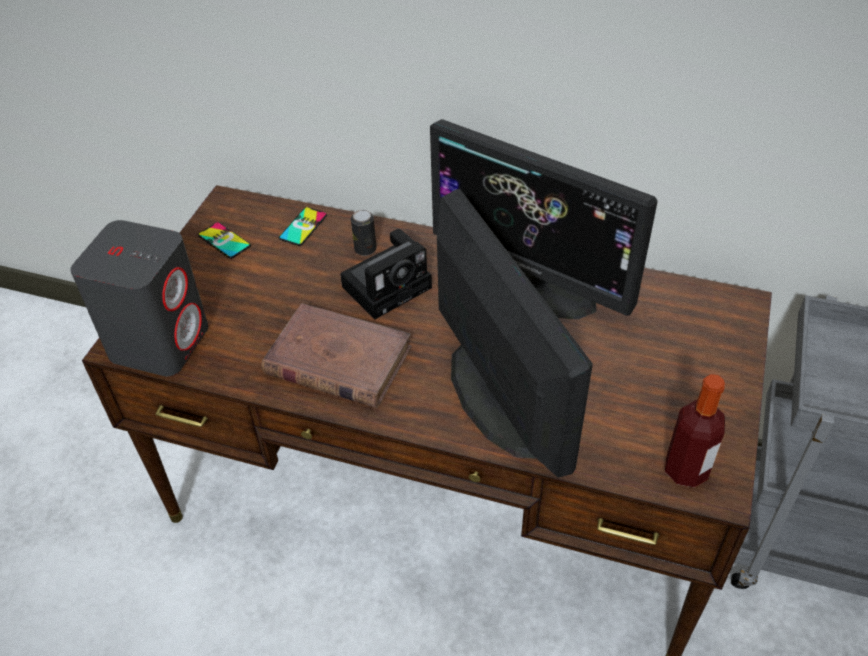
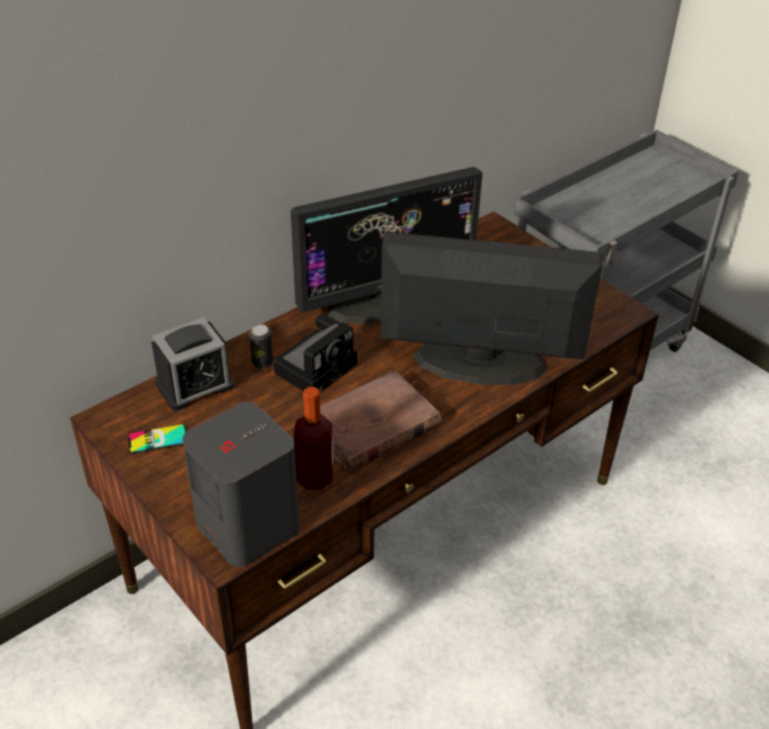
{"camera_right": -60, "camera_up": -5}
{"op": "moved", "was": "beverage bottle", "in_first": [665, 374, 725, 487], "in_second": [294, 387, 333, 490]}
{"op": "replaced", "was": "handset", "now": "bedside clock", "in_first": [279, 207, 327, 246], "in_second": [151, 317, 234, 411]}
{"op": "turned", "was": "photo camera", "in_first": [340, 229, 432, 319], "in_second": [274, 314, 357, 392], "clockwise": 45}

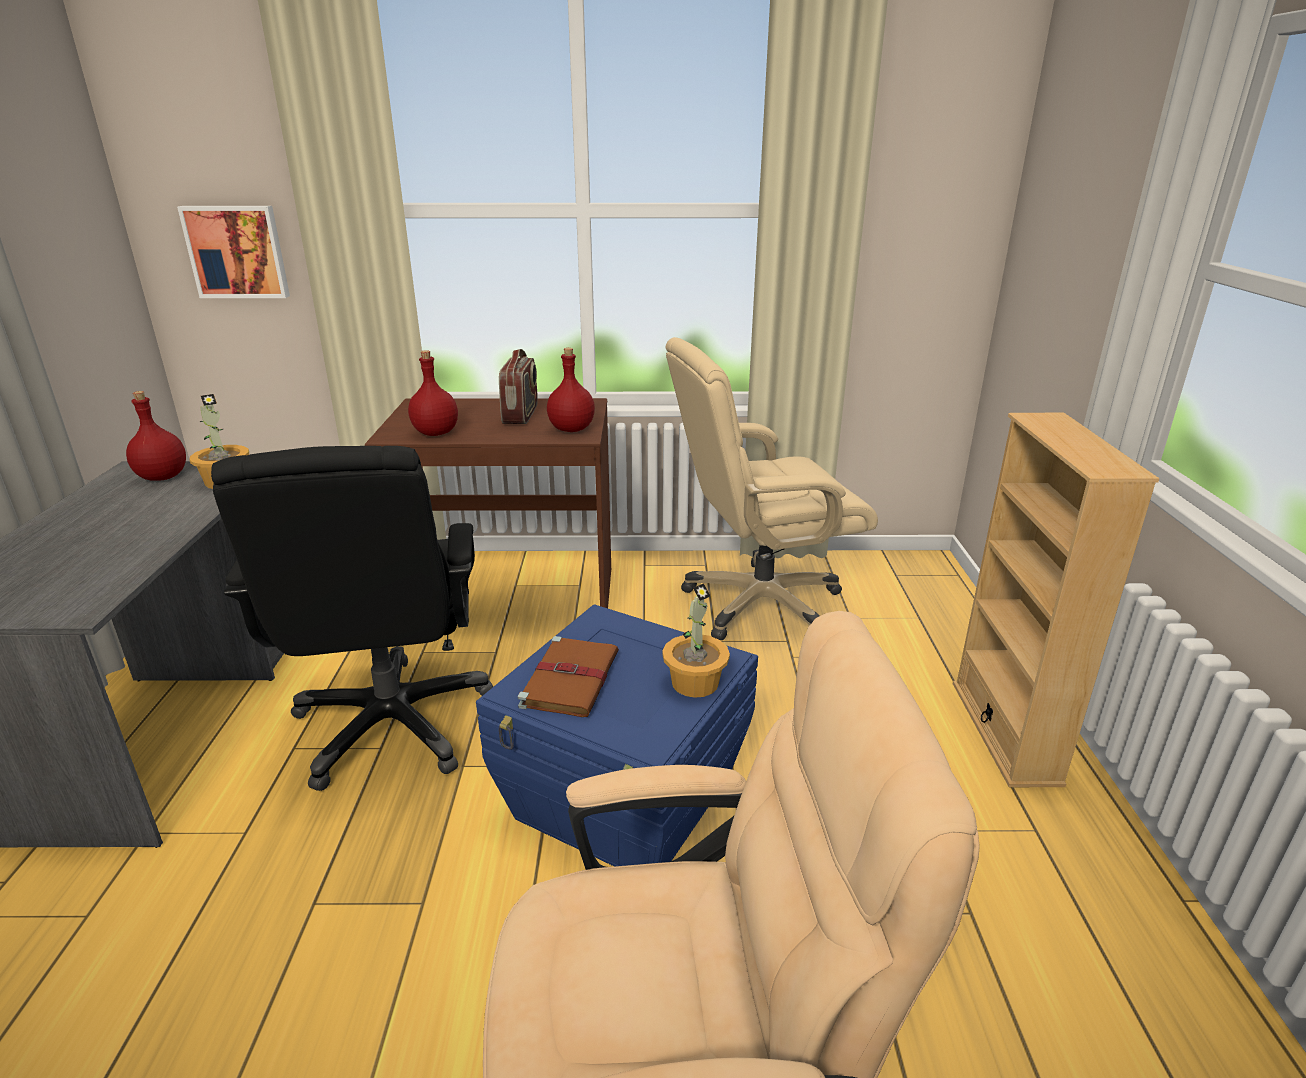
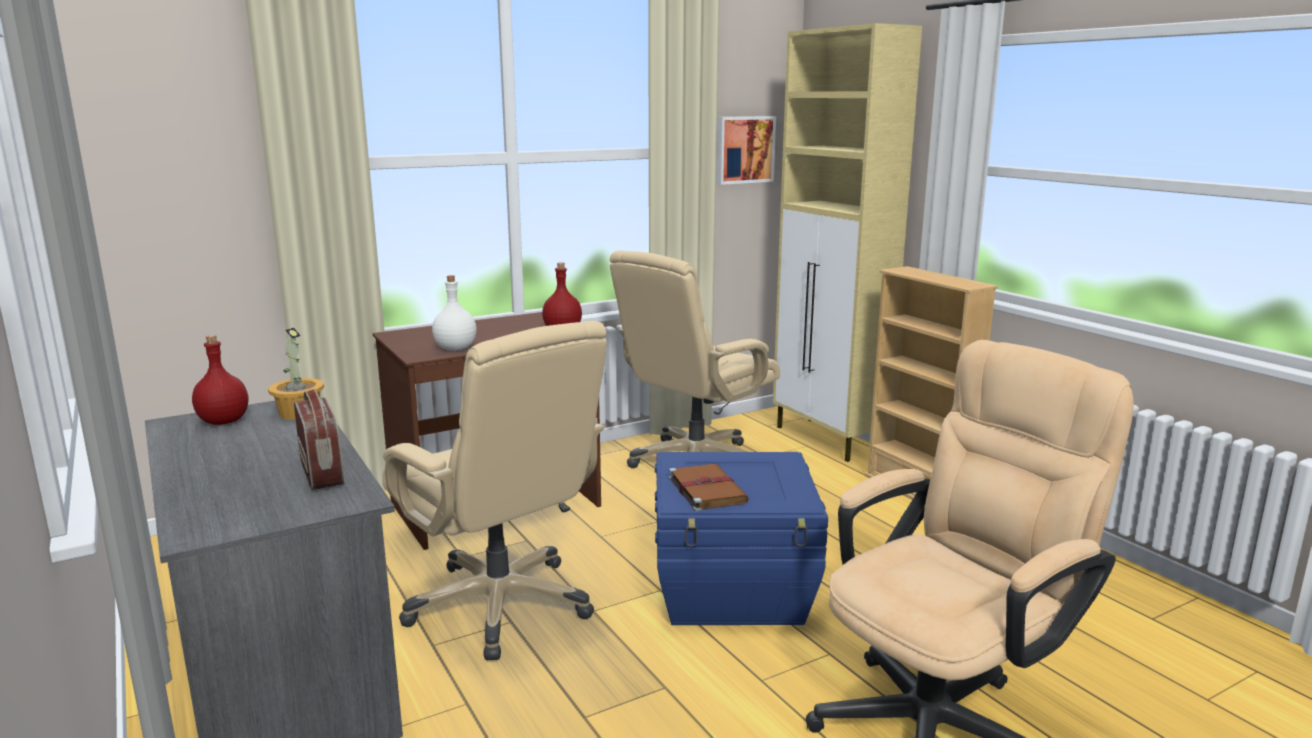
{"camera_right": -30, "camera_up": -10}
{"op": "removed", "was": "potted plant", "in_first": [662, 583, 730, 698]}
{"op": "added", "now": "beige-coloured cabinet", "in_second": [773, 23, 922, 462]}
{"op": "moved", "was": "wall picture", "in_first": [177, 206, 290, 298], "in_second": [716, 116, 776, 185]}
{"op": "moved", "was": "radio set", "in_first": [499, 349, 538, 424], "in_second": [294, 389, 344, 490]}
{"op": "recoloured", "was": "black computer chair", "now": "beige-coloured computer chair", "in_first": [211, 446, 493, 791], "in_second": [382, 321, 607, 660]}
{"op": "recoloured", "was": "red-coloured beverage bottle", "now": "white beverage bottle", "in_first": [408, 350, 458, 436], "in_second": [432, 275, 477, 350]}

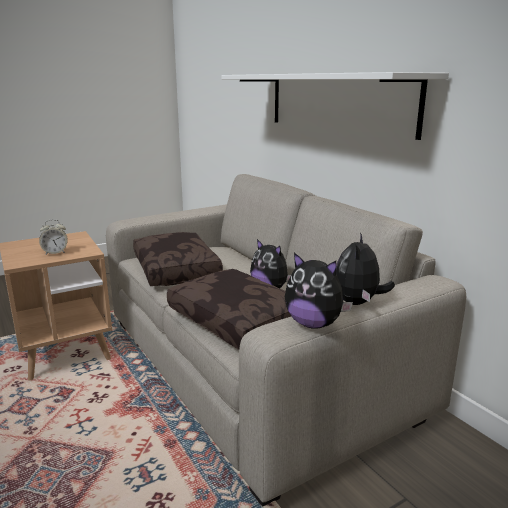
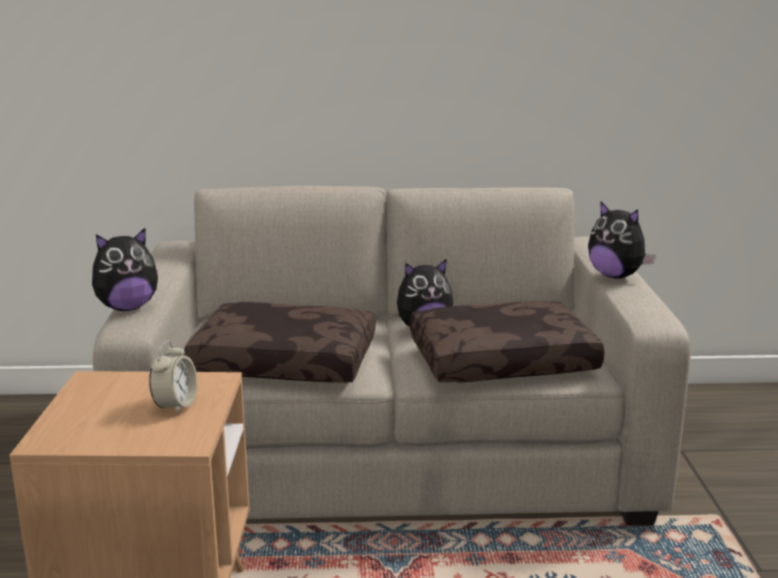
{"camera_right": -60, "camera_up": 0}
{"op": "removed", "was": "white bracket shelf", "in_first": [222, 72, 449, 140]}
{"op": "moved", "was": "cuddly toy", "in_first": [285, 253, 353, 329], "in_second": [92, 228, 158, 311]}

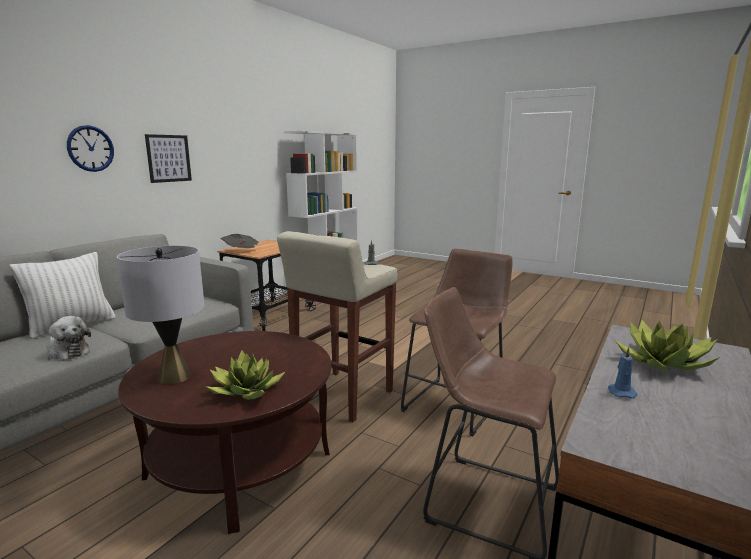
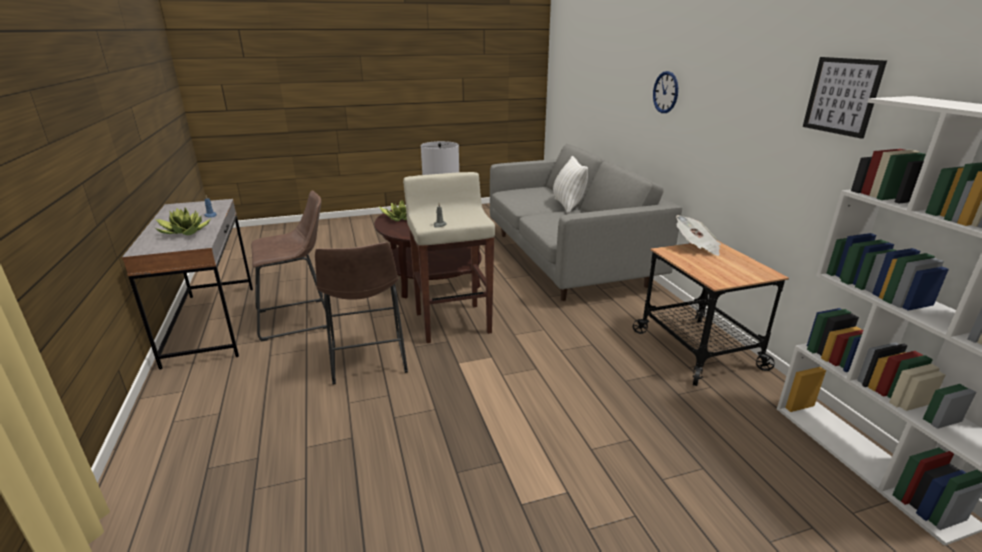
{"camera_right": 130, "camera_up": 10}
{"op": "removed", "was": "cuddly toy", "in_first": [47, 316, 91, 360]}
{"op": "moved", "was": "wall picture", "in_first": [145, 134, 192, 183], "in_second": [803, 57, 887, 139]}

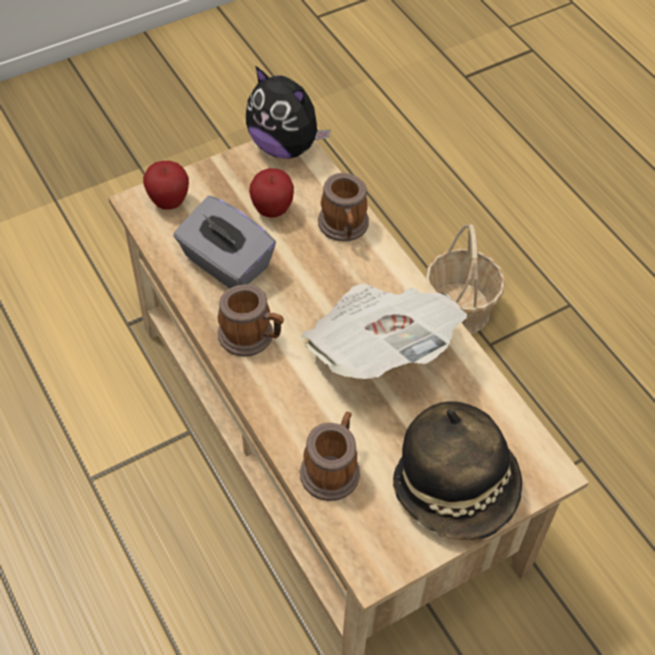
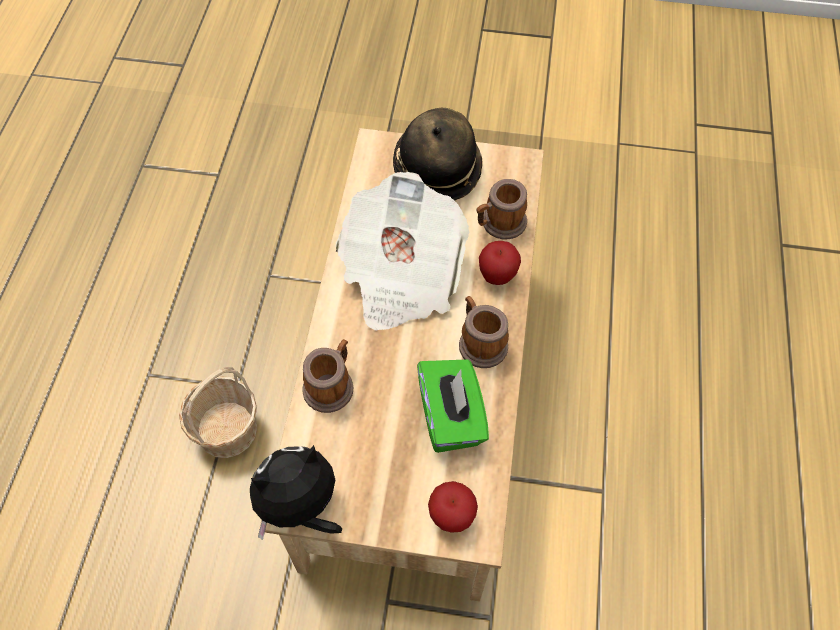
{"camera_right": -140, "camera_up": 5}
{"op": "moved", "was": "whole apple", "in_first": [249, 168, 294, 218], "in_second": [479, 241, 521, 285]}
{"op": "recoloured", "was": "gray tissue box", "now": "greenish tissue box", "in_first": [173, 196, 276, 288], "in_second": [417, 359, 489, 453]}
{"op": "turned", "was": "cuddly toy", "in_first": [246, 66, 331, 159], "in_second": [250, 445, 342, 540], "clockwise": -105}

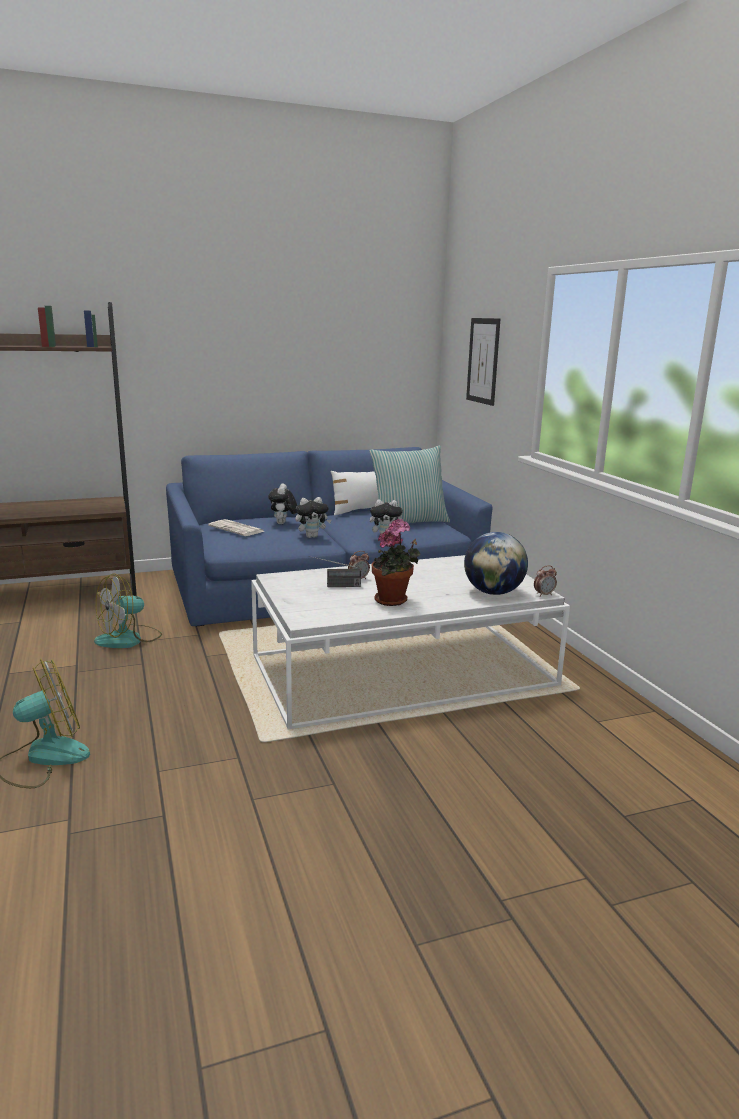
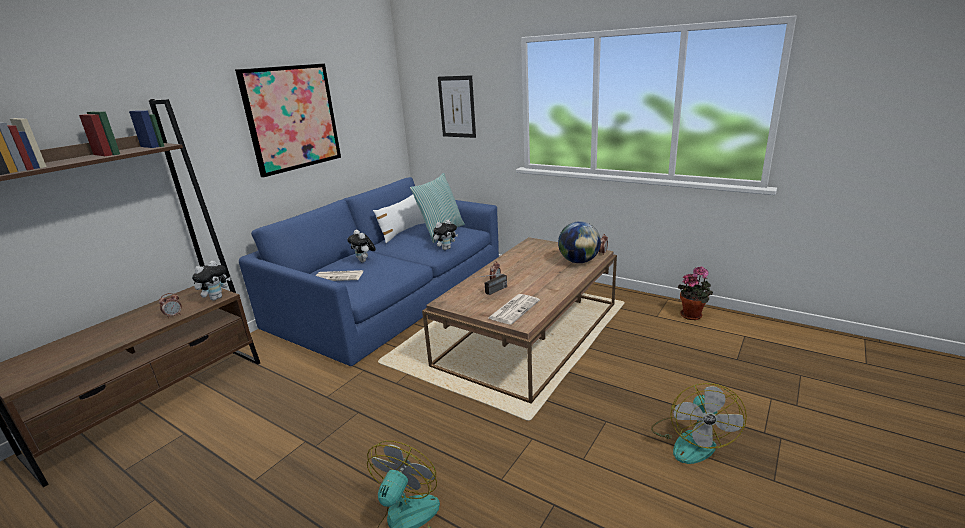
{"camera_right": -35, "camera_up": 5}
{"op": "added", "now": "bedside clock", "in_second": [159, 293, 182, 319]}
{"op": "added", "now": "wall picture", "in_second": [235, 63, 341, 177]}
{"op": "added", "now": "daily paper", "in_second": [488, 294, 540, 325]}
{"op": "moved", "was": "cooling fan", "in_first": [94, 573, 162, 648], "in_second": [651, 383, 747, 464]}
{"op": "moved", "was": "cuddly toy", "in_first": [295, 497, 331, 538], "in_second": [192, 260, 230, 301]}
{"op": "moved", "was": "potted plant", "in_first": [372, 519, 420, 606], "in_second": [678, 266, 713, 320]}
{"op": "recoloured", "was": "white low table", "now": "brownish low table", "in_first": [251, 555, 570, 729], "in_second": [422, 237, 617, 404]}

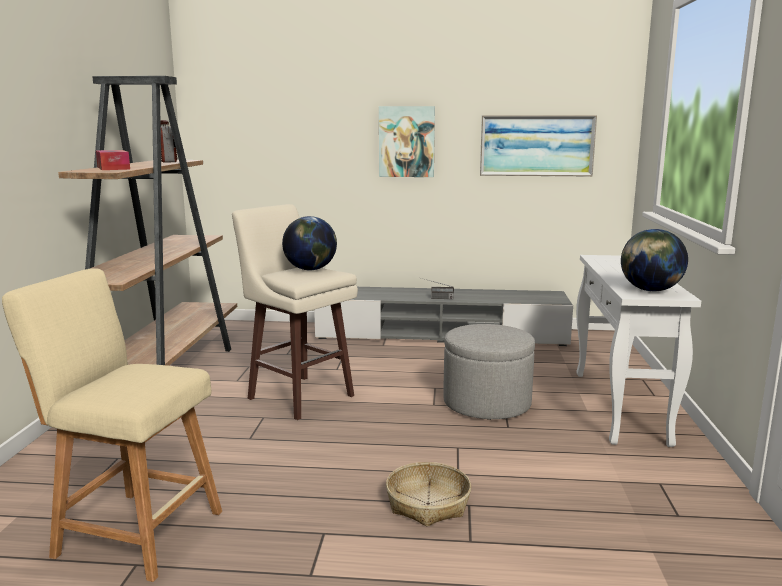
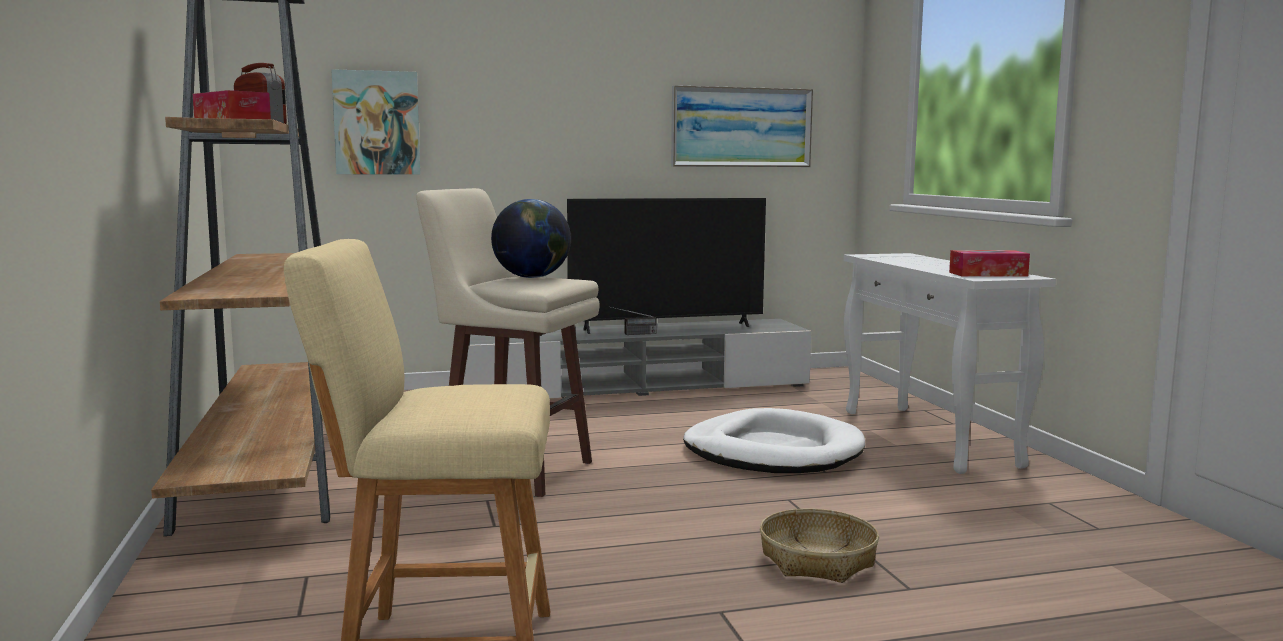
{"camera_right": -20, "camera_up": -5}
{"op": "added", "now": "television", "in_second": [567, 198, 766, 334]}
{"op": "moved", "was": "wall picture", "in_first": [379, 106, 435, 177], "in_second": [332, 69, 420, 175]}
{"op": "replaced", "was": "gray footrest", "now": "white dog cushion", "in_first": [443, 324, 535, 420], "in_second": [683, 408, 865, 473]}
{"op": "replaced", "was": "desk globe", "now": "tissue box", "in_first": [621, 229, 688, 292], "in_second": [949, 250, 1030, 277]}

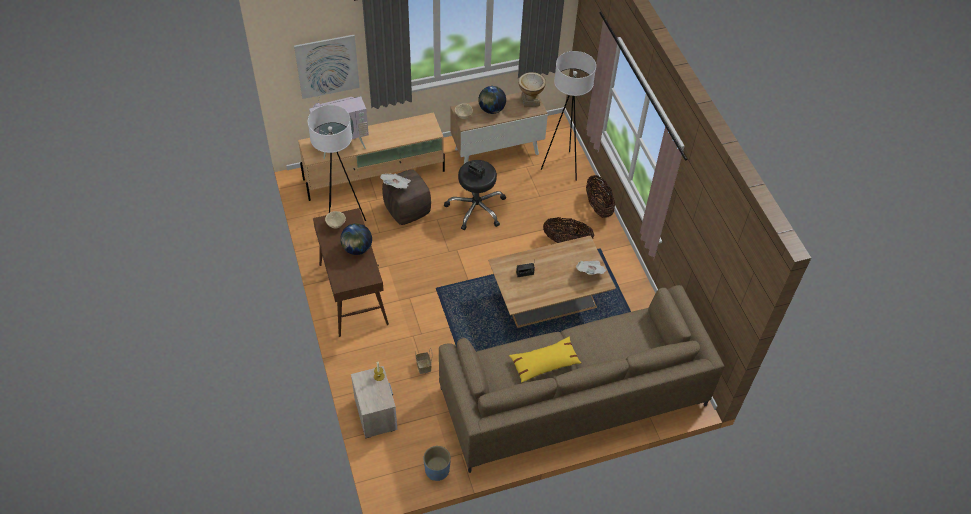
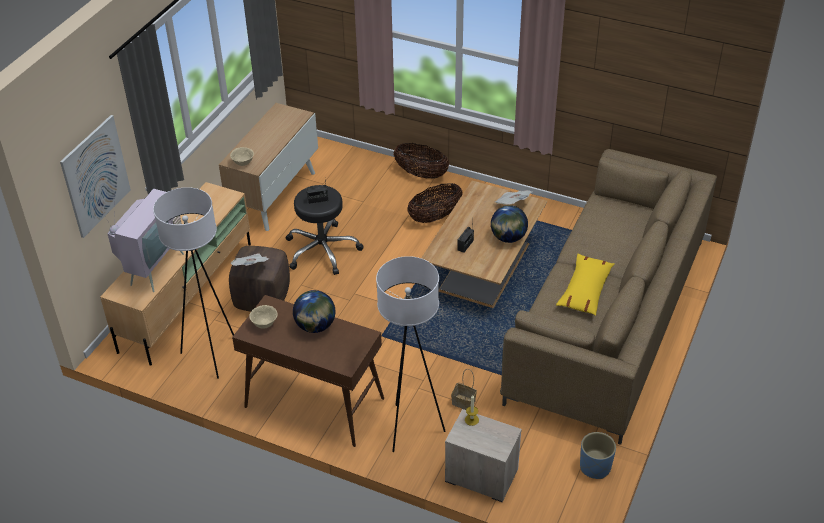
{"camera_right": -45, "camera_up": -10}
{"op": "removed", "was": "decorative vase", "in_first": [518, 72, 546, 107]}
{"op": "moved", "was": "desk globe", "in_first": [478, 86, 506, 114], "in_second": [491, 205, 528, 243]}
{"op": "moved", "was": "white standard lamp", "in_first": [541, 51, 596, 181], "in_second": [376, 256, 445, 452]}

